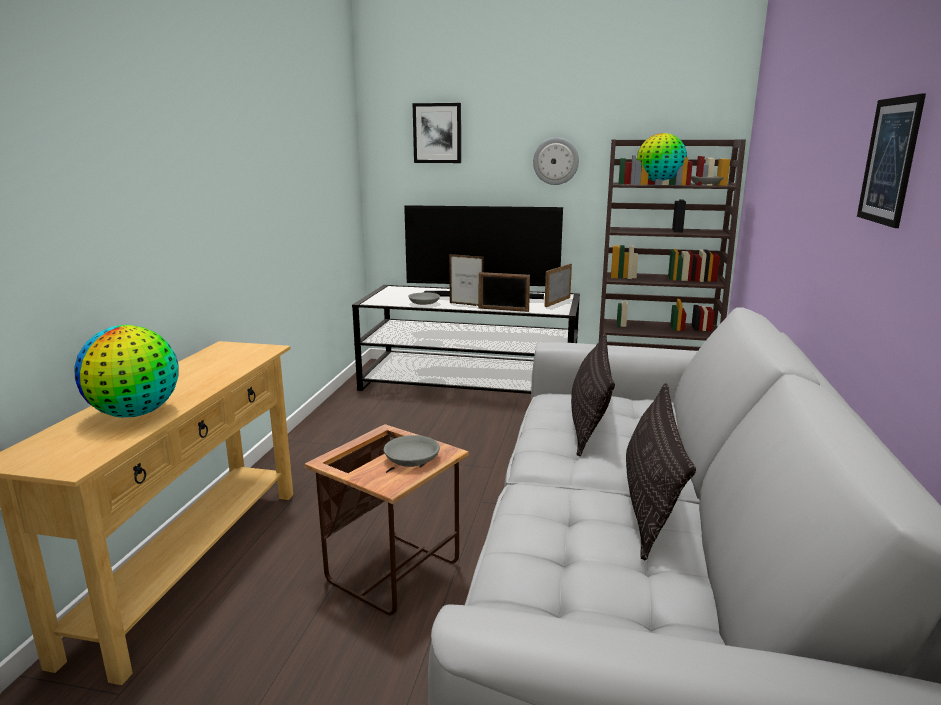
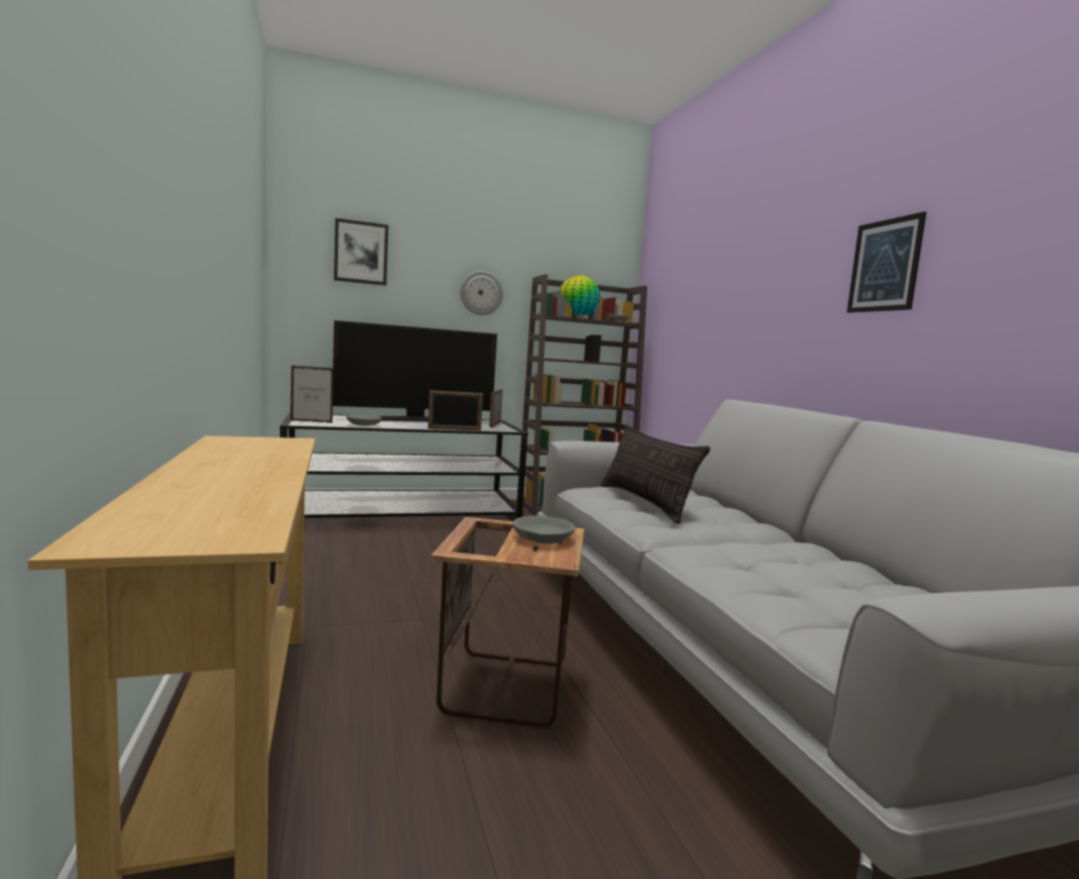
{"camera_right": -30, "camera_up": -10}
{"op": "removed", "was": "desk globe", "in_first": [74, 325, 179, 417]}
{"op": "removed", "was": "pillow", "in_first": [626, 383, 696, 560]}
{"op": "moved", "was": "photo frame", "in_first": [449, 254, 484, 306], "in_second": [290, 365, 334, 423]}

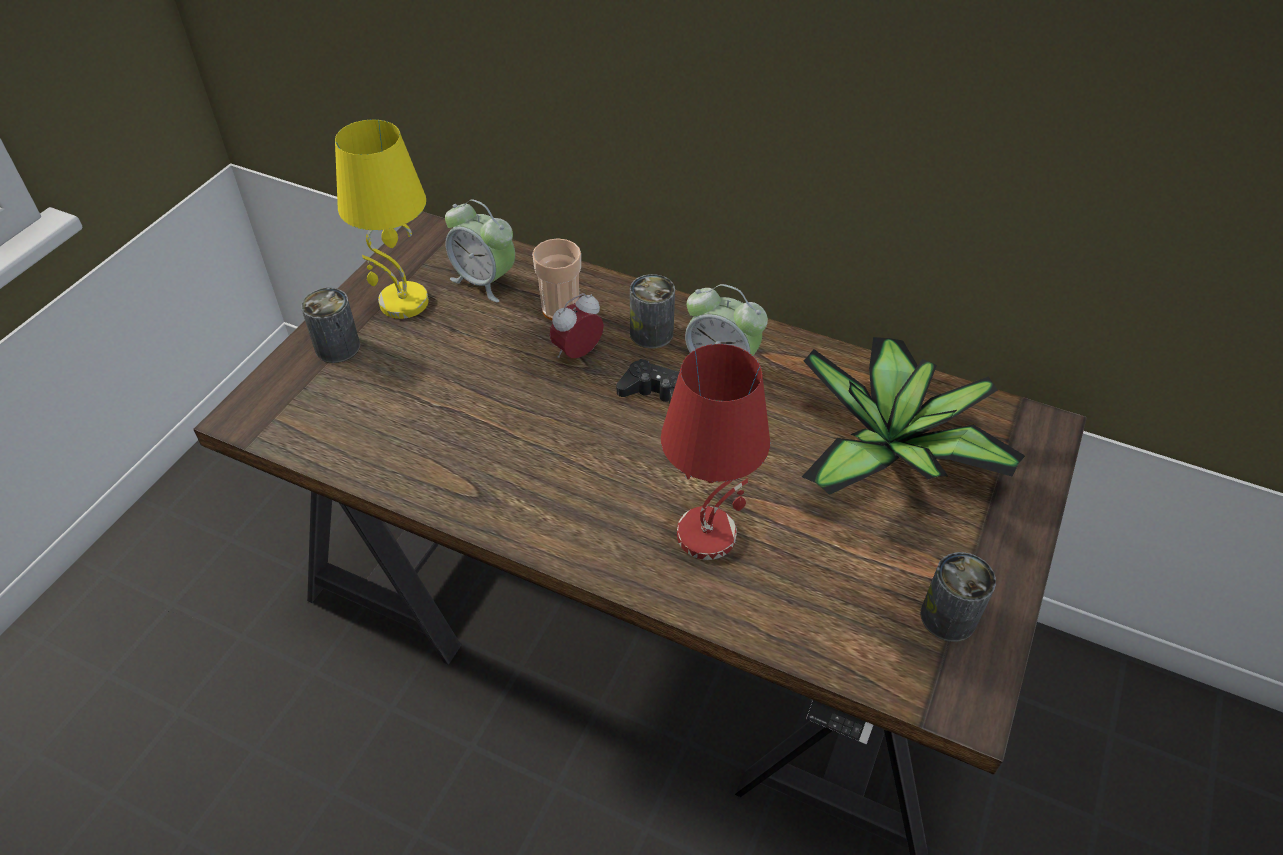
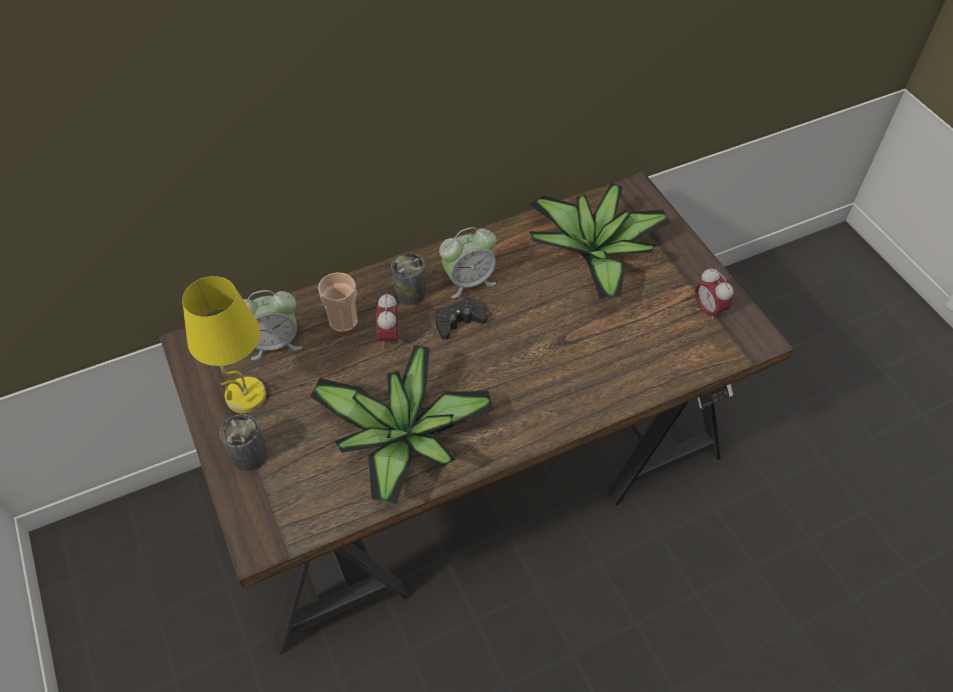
{"camera_right": -50, "camera_up": 5}
{"op": "removed", "was": "red-coloured tabletop lamp", "in_first": [661, 344, 770, 560]}
{"op": "added", "now": "potted plant", "in_second": [310, 345, 494, 504]}
{"op": "replaced", "was": "sealed can", "now": "bedside clock", "in_first": [920, 552, 996, 642], "in_second": [695, 268, 734, 322]}

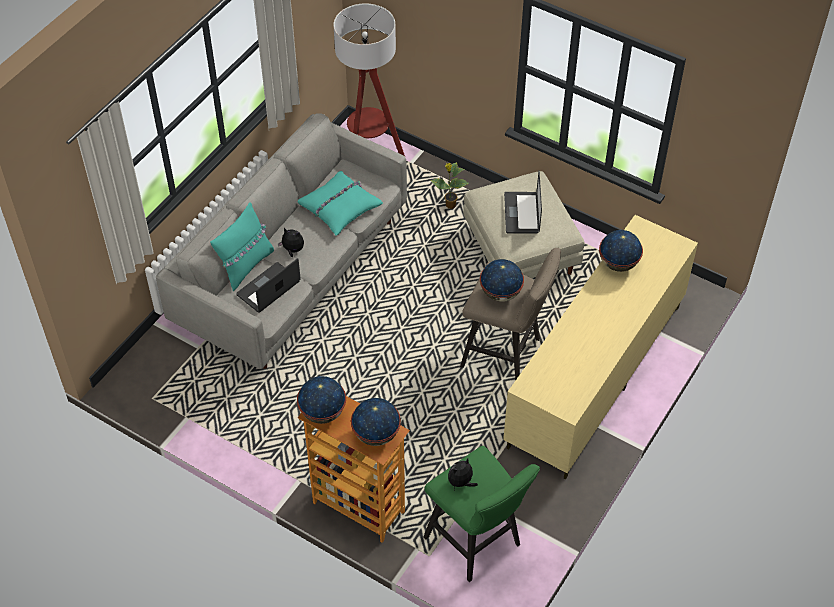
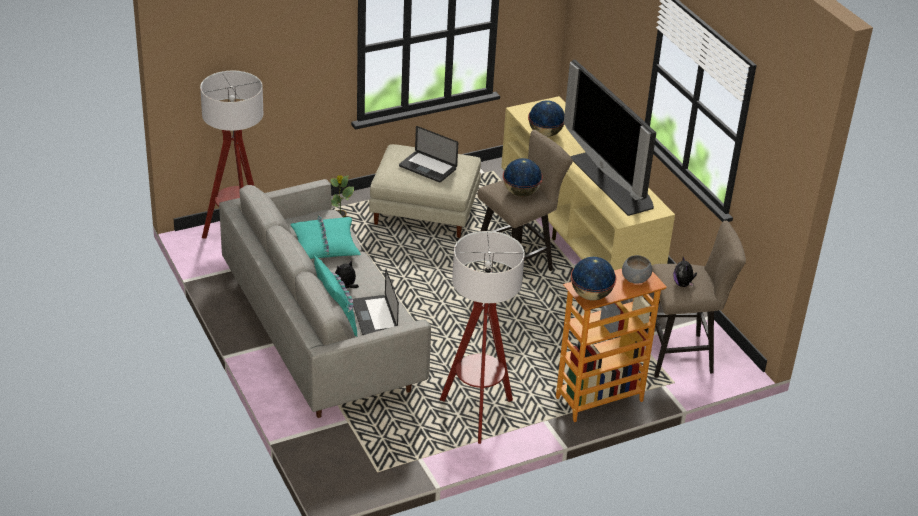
{"camera_right": -60, "camera_up": -15}
{"op": "added", "now": "standard lamp", "in_second": [440, 231, 525, 444]}
{"op": "added", "now": "television", "in_second": [564, 60, 656, 216]}
{"op": "replaced", "was": "desk globe", "now": "gray bowl", "in_first": [351, 398, 401, 446], "in_second": [622, 255, 652, 284]}
{"op": "recoloured", "was": "greenish stool seat", "now": "beige-coloured stool seat", "in_first": [423, 446, 540, 582], "in_second": [644, 221, 746, 378]}

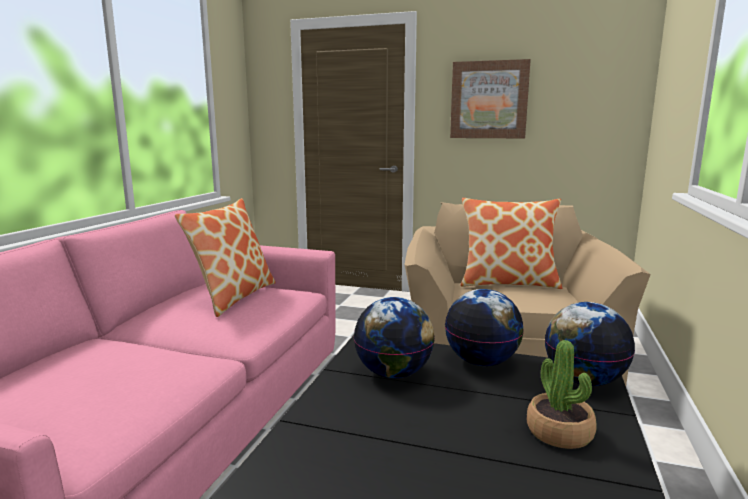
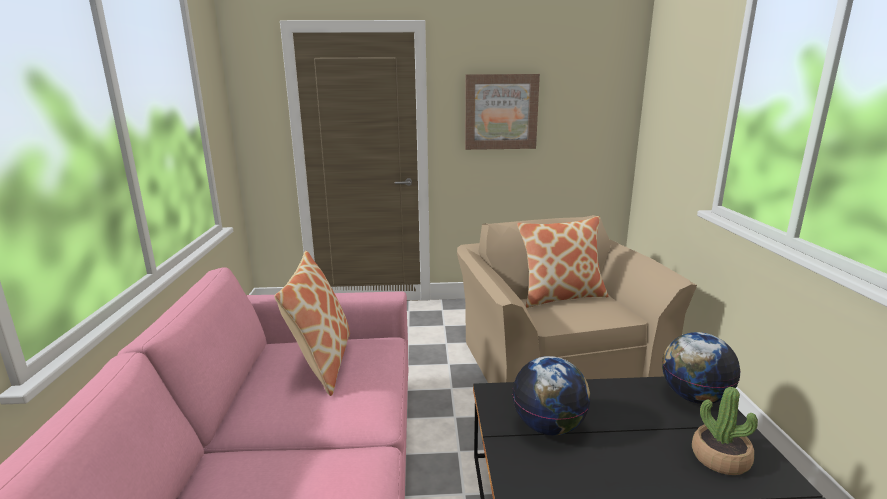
{"camera_right": -20, "camera_up": 5}
{"op": "removed", "was": "desk globe", "in_first": [445, 289, 524, 366]}

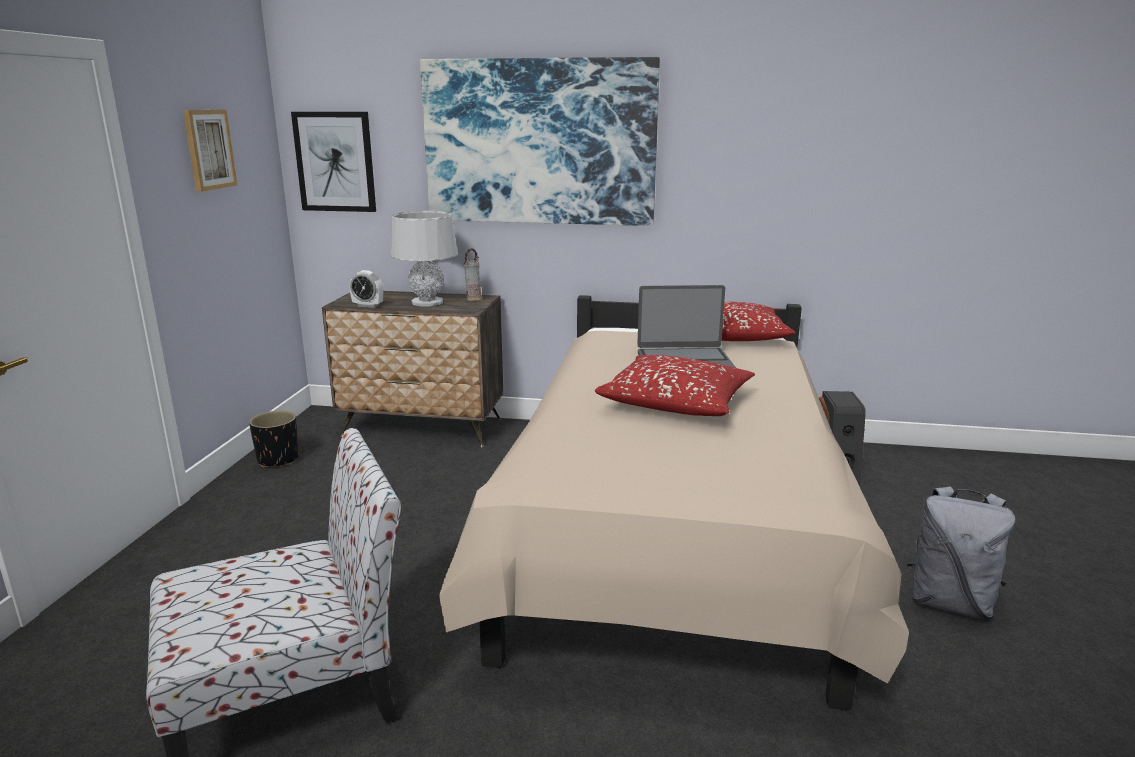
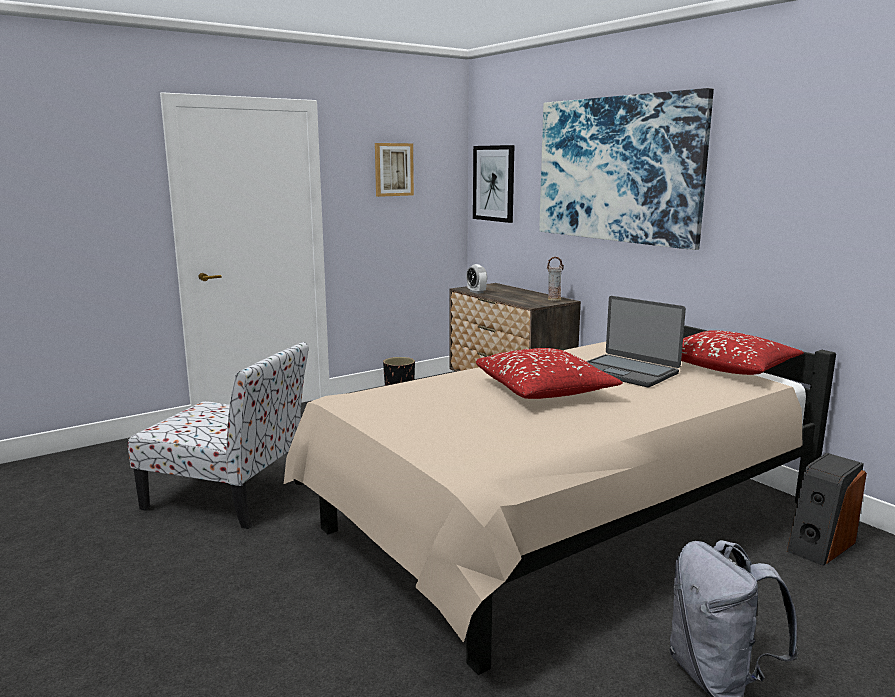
{"camera_right": 45, "camera_up": -5}
{"op": "removed", "was": "gray tabletop lamp", "in_first": [391, 211, 458, 306]}

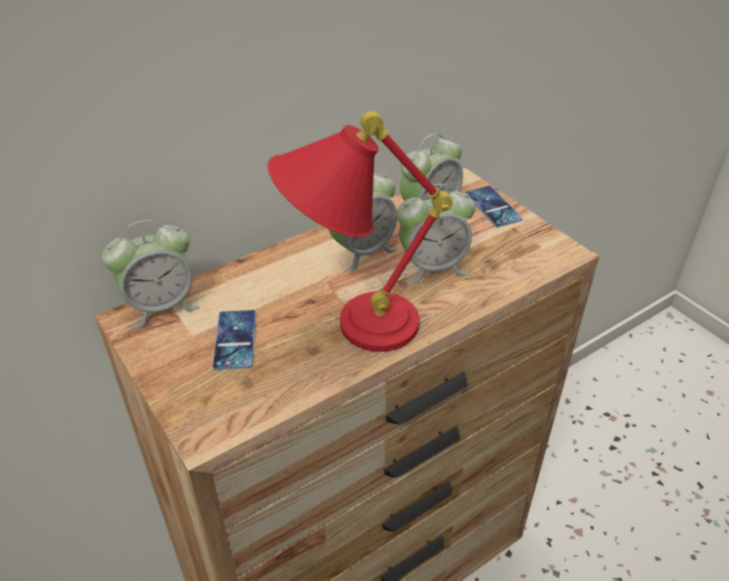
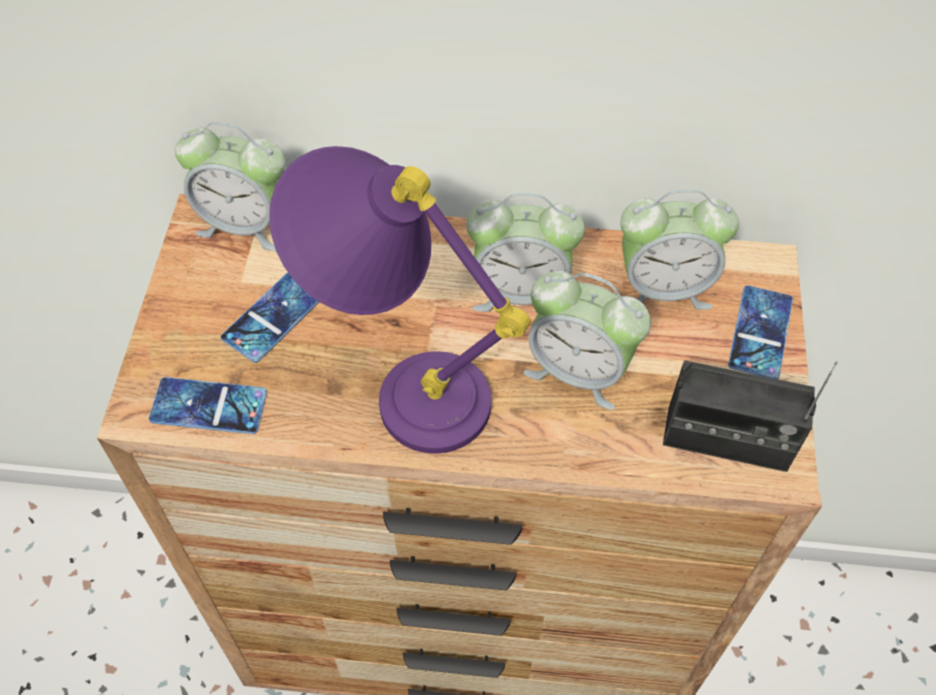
{"camera_right": 40, "camera_up": 15}
{"op": "added", "now": "handset", "in_second": [149, 377, 267, 434]}
{"op": "added", "now": "radio set", "in_second": [663, 360, 838, 472]}
{"op": "recoloured", "was": "red-coloured tabletop lamp", "now": "purplish tabletop lamp", "in_first": [268, 111, 453, 352], "in_second": [269, 146, 530, 453]}

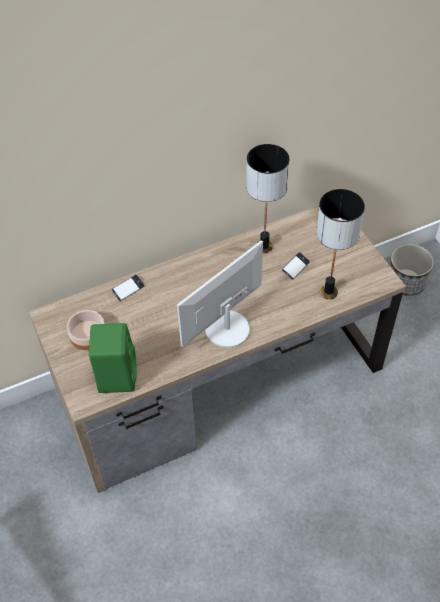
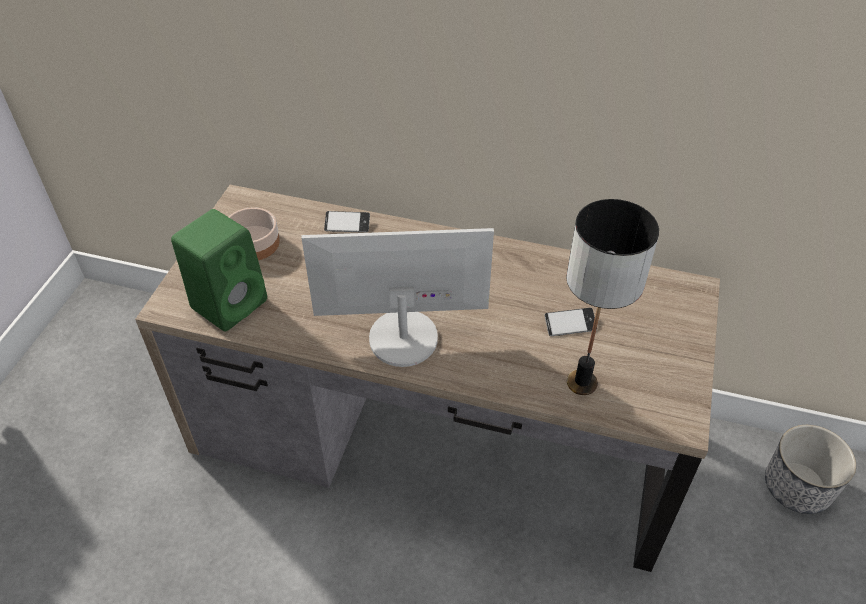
{"camera_right": 40, "camera_up": -5}
{"op": "removed", "was": "tabletop lamp", "in_first": [246, 144, 290, 253]}

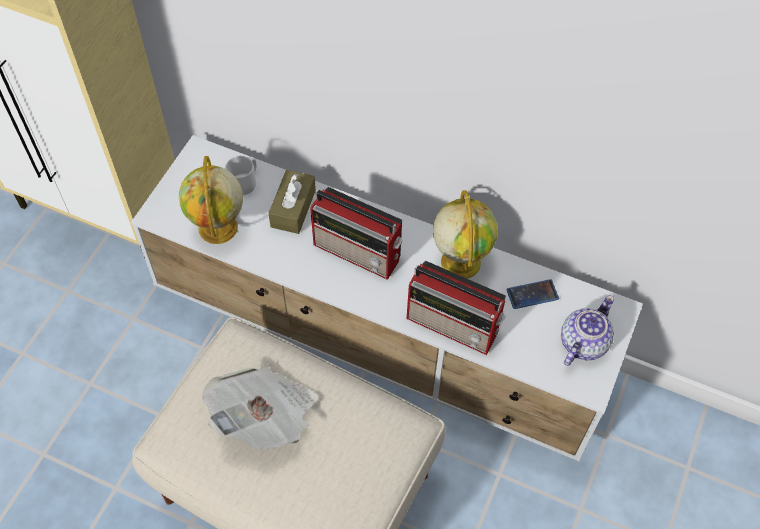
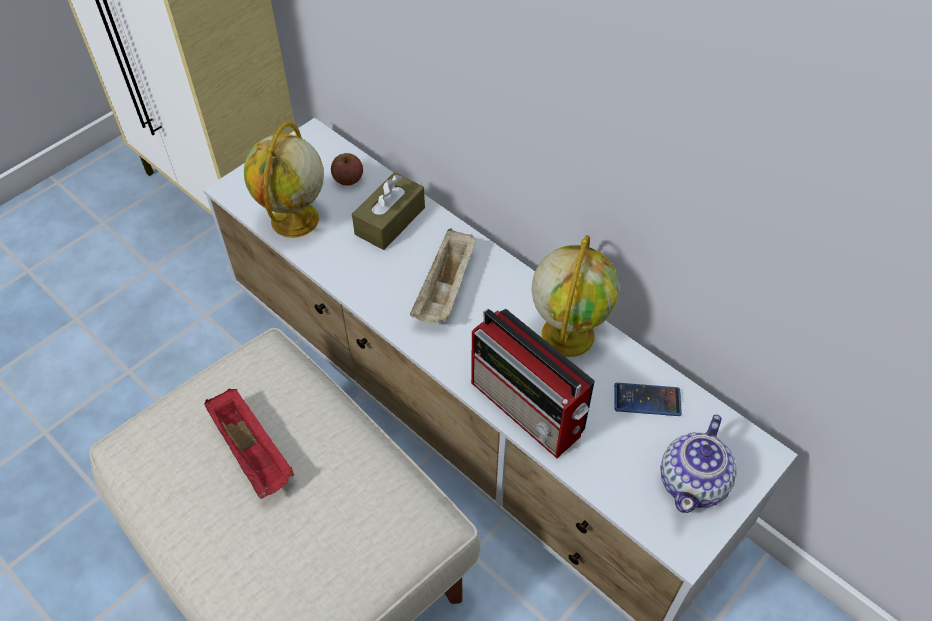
{"camera_right": 20, "camera_up": -5}
{"op": "replaced", "was": "daily paper", "now": "red-coloured tray", "in_first": [202, 365, 318, 450], "in_second": [204, 389, 294, 499]}
{"op": "replaced", "was": "gray tea mug", "now": "whole apple", "in_first": [225, 156, 257, 195], "in_second": [331, 153, 363, 186]}
{"op": "replaced", "was": "radio set", "now": "beige-coloured tray", "in_first": [310, 187, 403, 280], "in_second": [410, 228, 476, 323]}
{"op": "turned", "was": "pot for tea", "in_first": [561, 295, 614, 366], "in_second": [660, 414, 737, 513], "clockwise": 150}

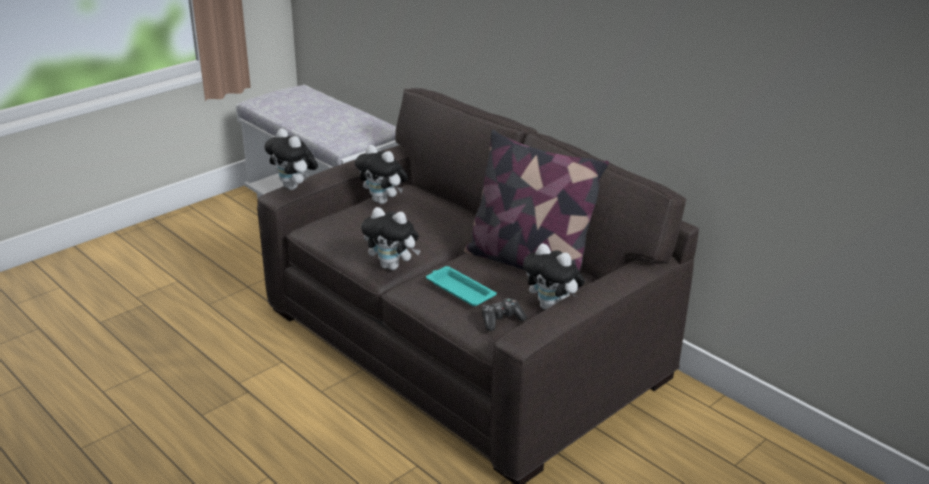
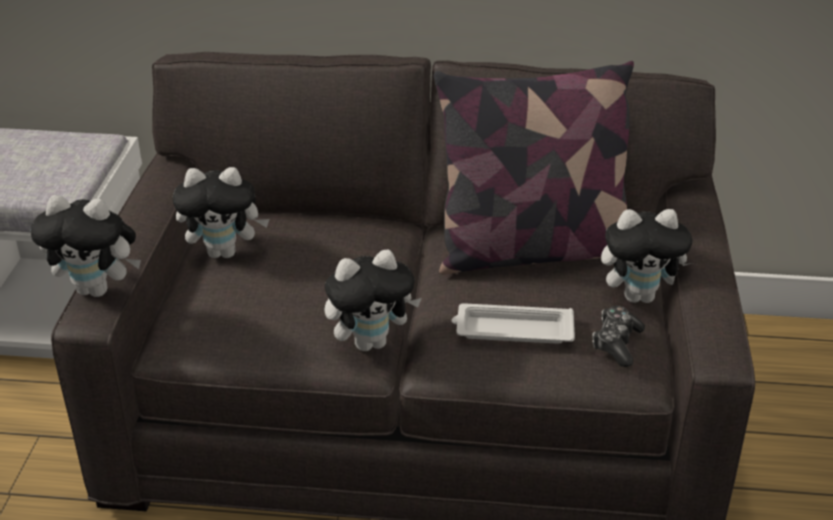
{"camera_right": -40, "camera_up": 5}
{"op": "recoloured", "was": "turquoise tray", "now": "white tray", "in_first": [426, 266, 497, 306], "in_second": [452, 303, 575, 344]}

